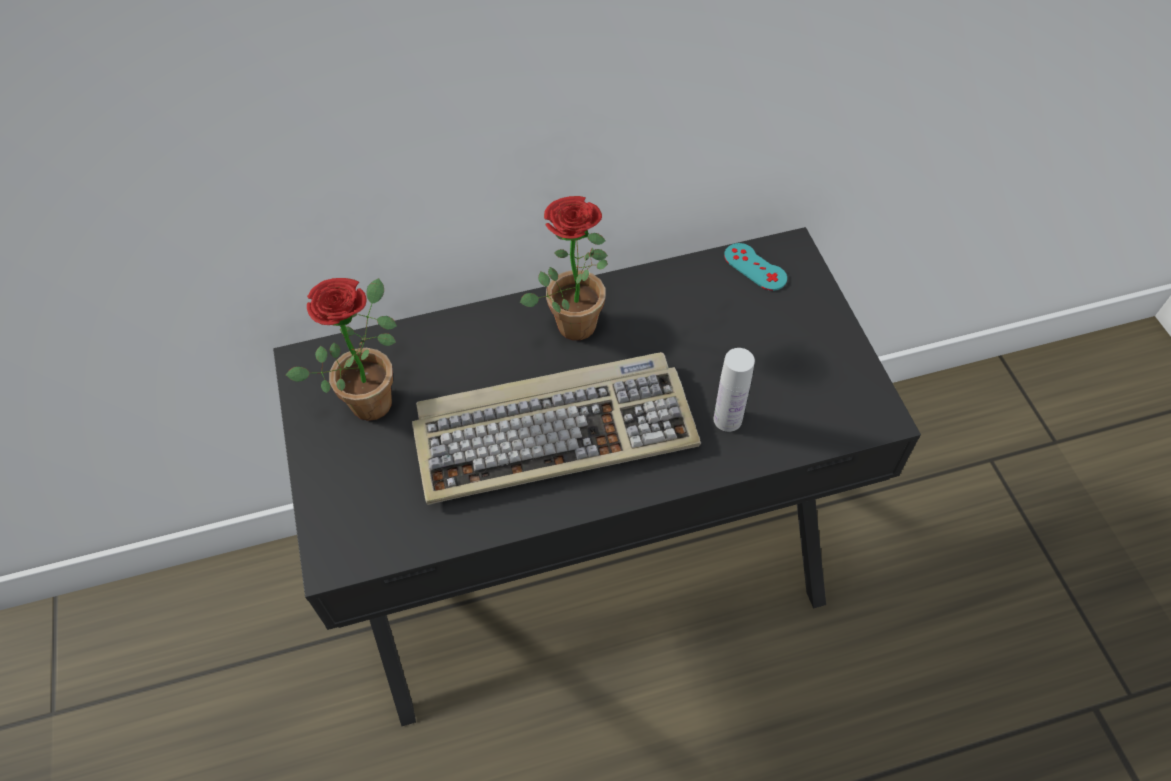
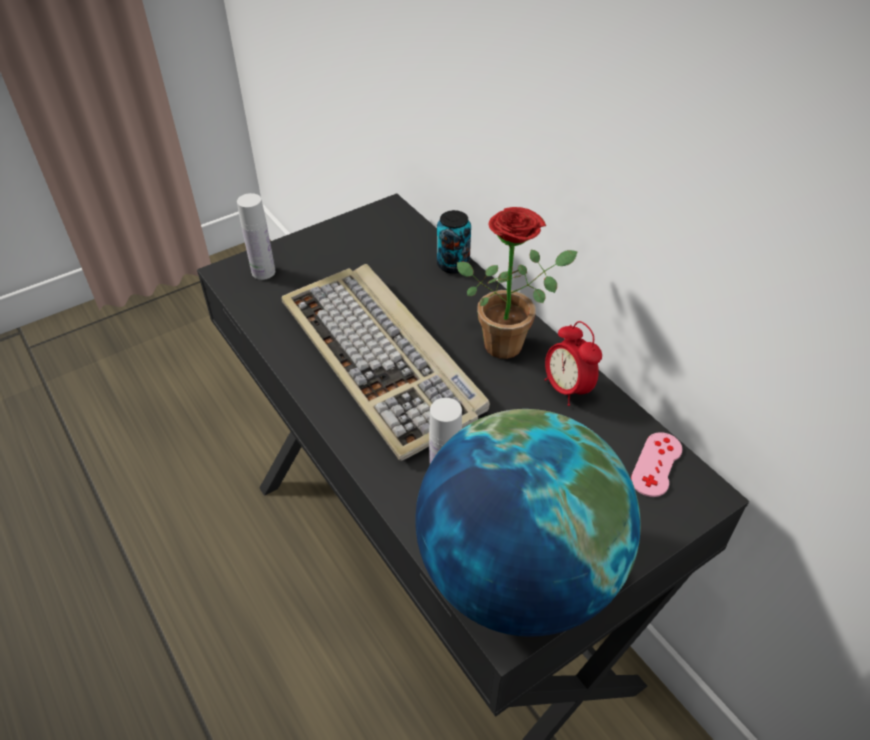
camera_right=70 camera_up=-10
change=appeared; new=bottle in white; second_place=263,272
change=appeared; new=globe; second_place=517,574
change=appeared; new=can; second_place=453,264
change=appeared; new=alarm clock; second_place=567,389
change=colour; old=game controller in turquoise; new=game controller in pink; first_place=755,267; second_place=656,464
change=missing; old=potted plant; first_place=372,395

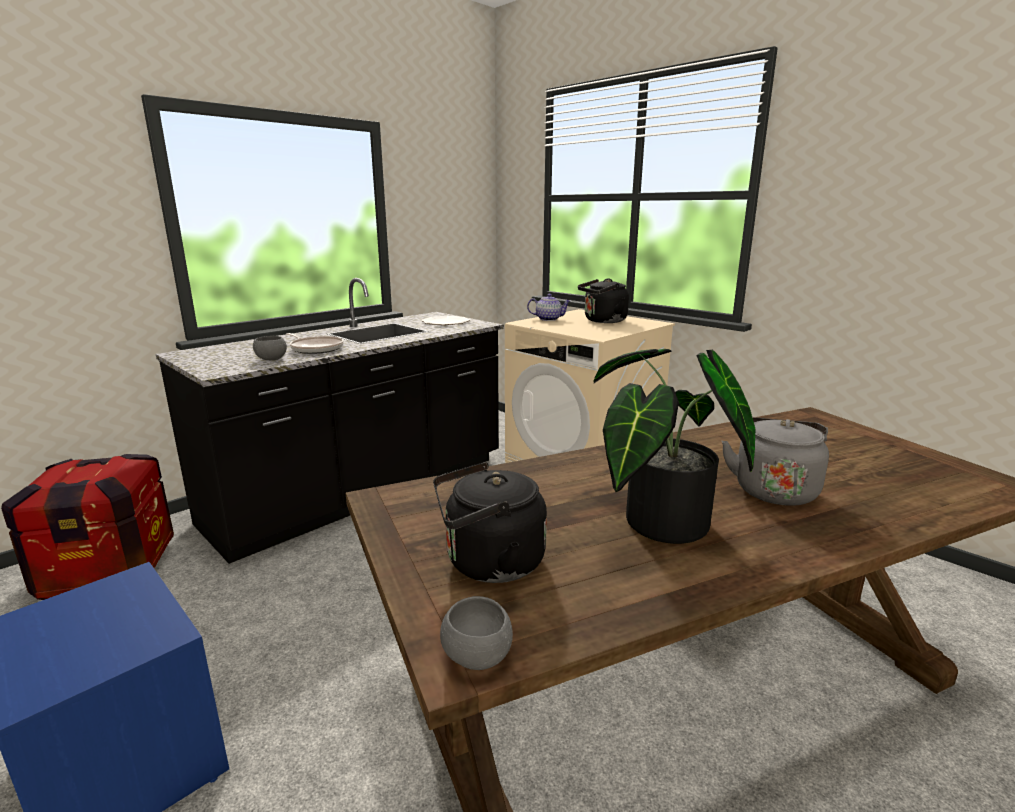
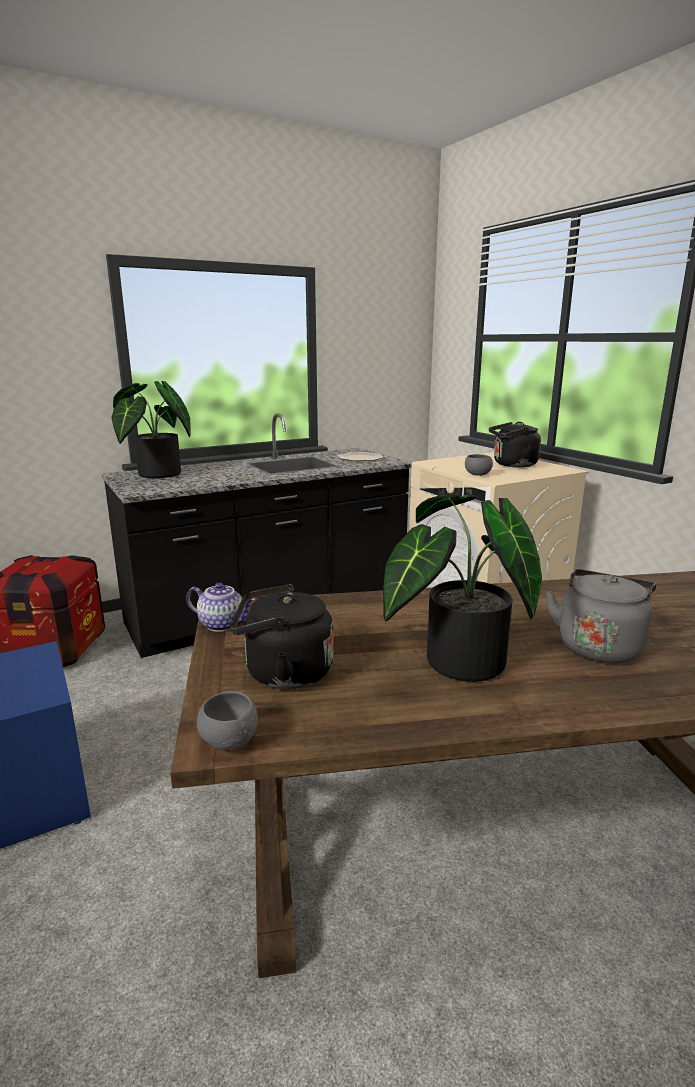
camera_right=15 camera_up=0
change=appeared; new=potted plant; second_place=154,475
change=relocated; old=teapot; first_place=548,319; second_place=223,624
change=relocated; old=bowl in grey; first_place=271,359; second_place=478,475
change=missing; old=frying pan; first_place=315,348

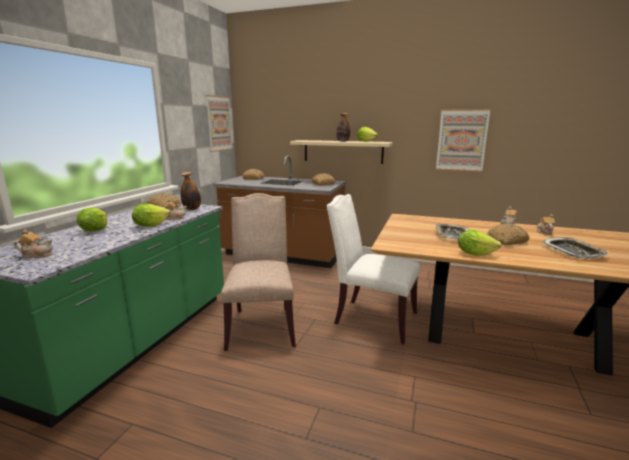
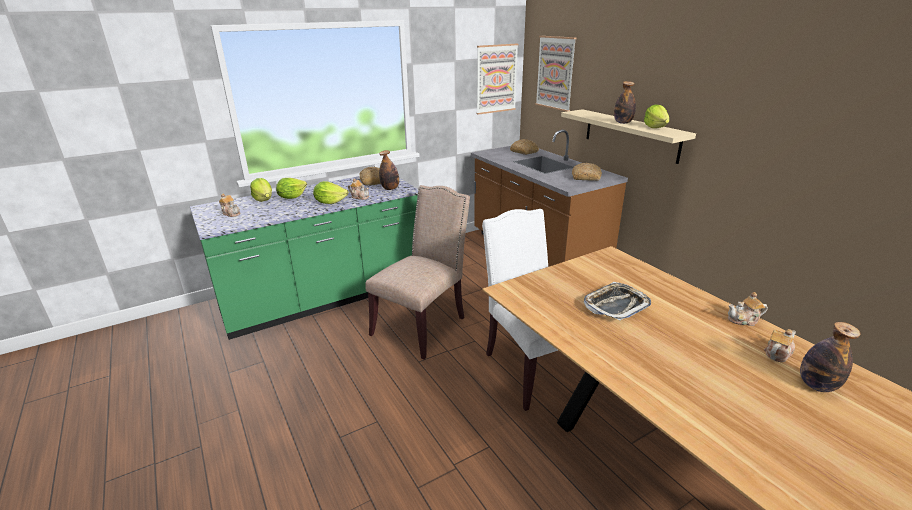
camera_right=40 camera_up=10
change=relocated; old=lettuce; first_place=475,254; second_place=264,199
change=relocated; old=picture; first_place=462,140; second_place=555,73
change=appeared; new=bottle; second_place=817,385
change=missing; old=bread; first_place=506,241
change=missing; old=tray; first_place=573,251

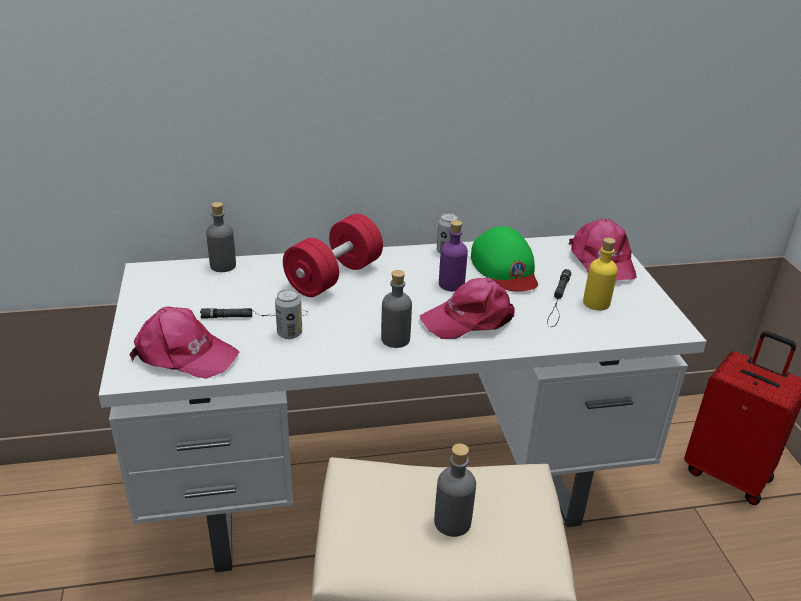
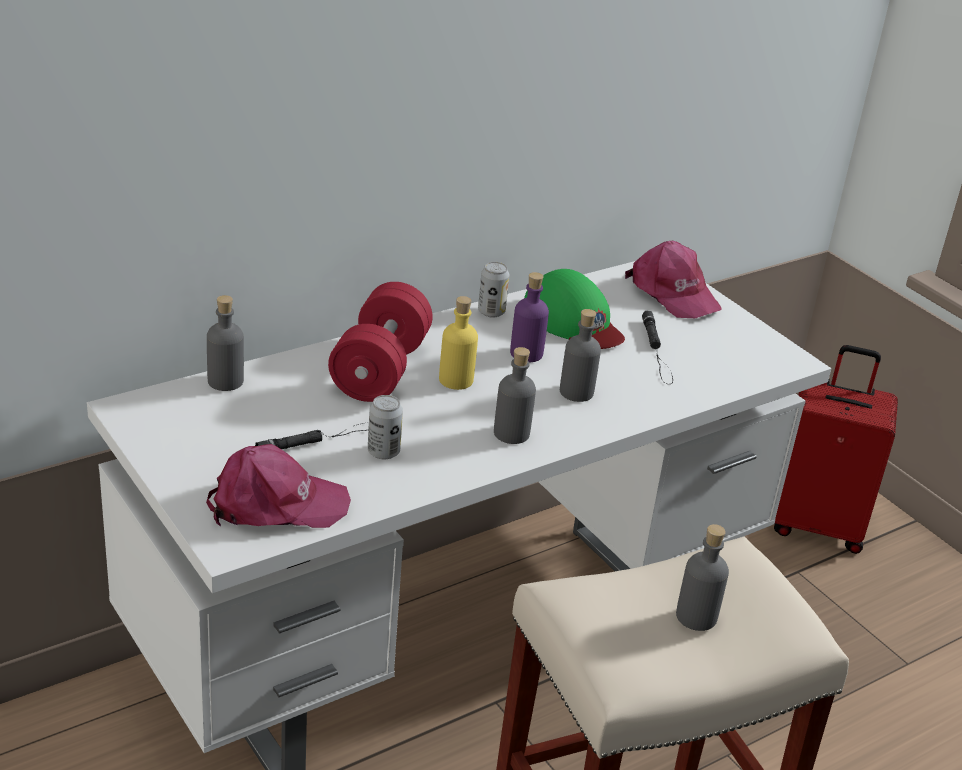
camera_right=-25 camera_up=0
change=relocated; old=bottle in yellow; first_place=596,303; second_place=456,380
change=exchanged; old=cap in pink; new=bottle in grey; first_place=470,319; second_place=576,392

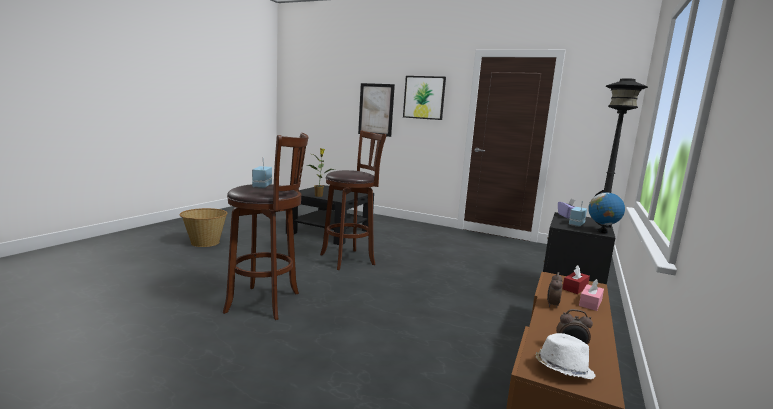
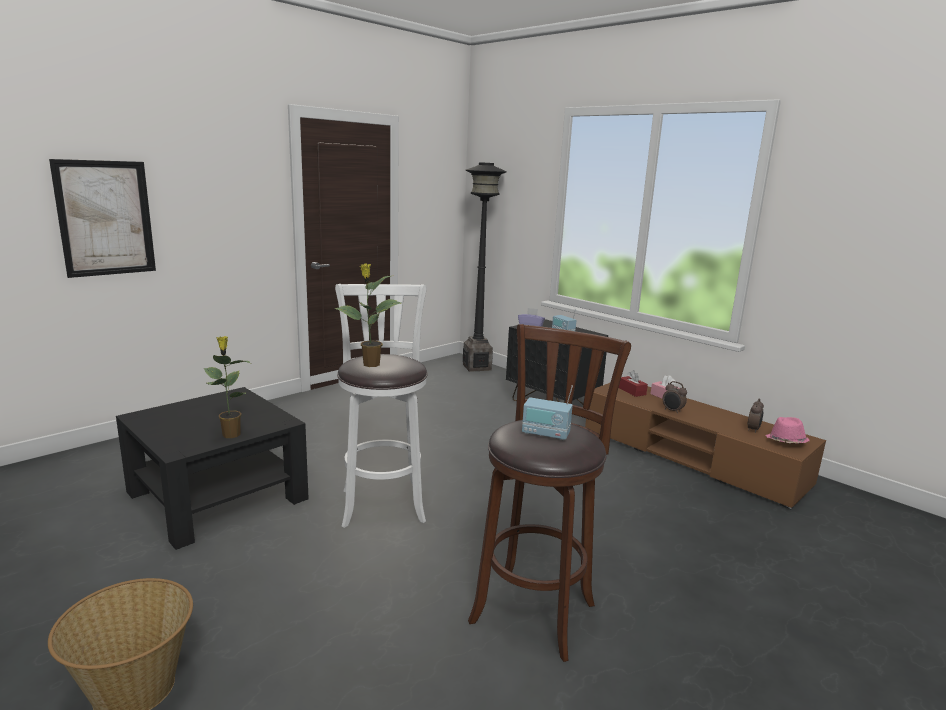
camera_right=-70 camera_up=5
change=appeared; new=potted plant; second_place=370,364
change=colour; old=stool in brown; new=stool in white; first_place=350,259; second_place=382,503
change=colour; old=hat in white; new=hat in pink; first_place=562,369; second_place=786,442
change=missing; old=picture; first_place=424,97
change=missing; old=globe; first_place=602,231

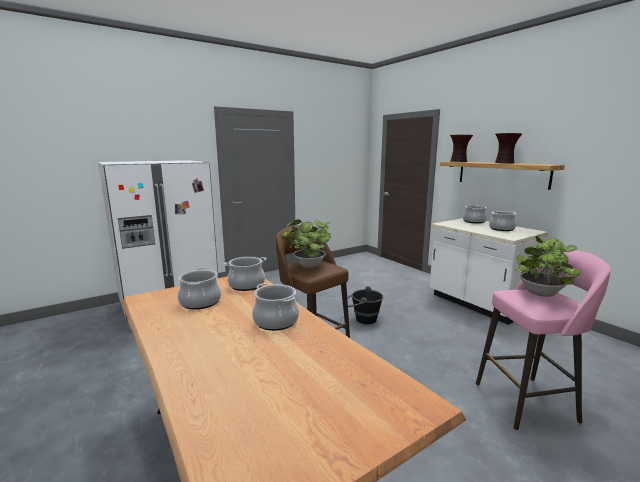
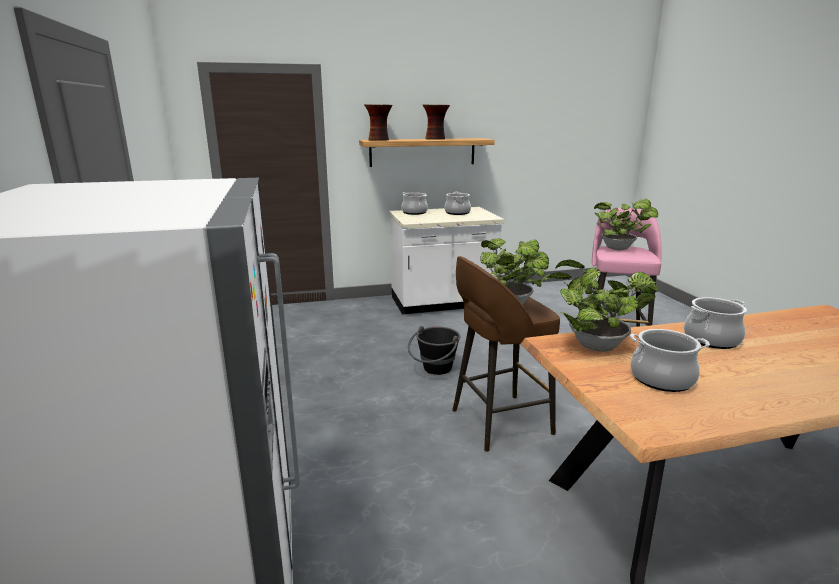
camera_right=-70 camera_up=5
change=exchanged; old=cooking pot; new=potted plant; first_place=246,285; second_place=592,346

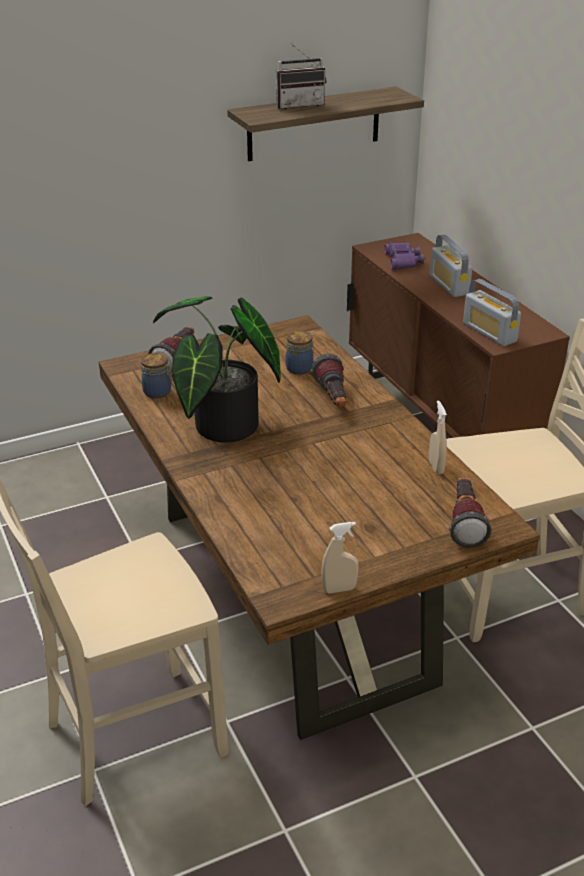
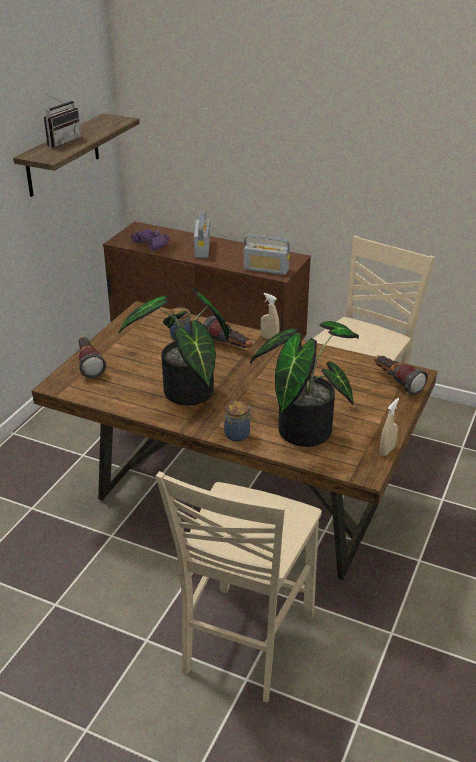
camera_right=-40 camera_up=0
change=spun; old=radio; first_place=449,285; second_place=202,249; degrees=-120
change=relocated; old=jar; first_place=158,392; second_place=238,434
change=appeared; new=potted plant; second_place=302,427
change=relocated; old=spray bottle in beige; first_place=436,467; second_place=269,338

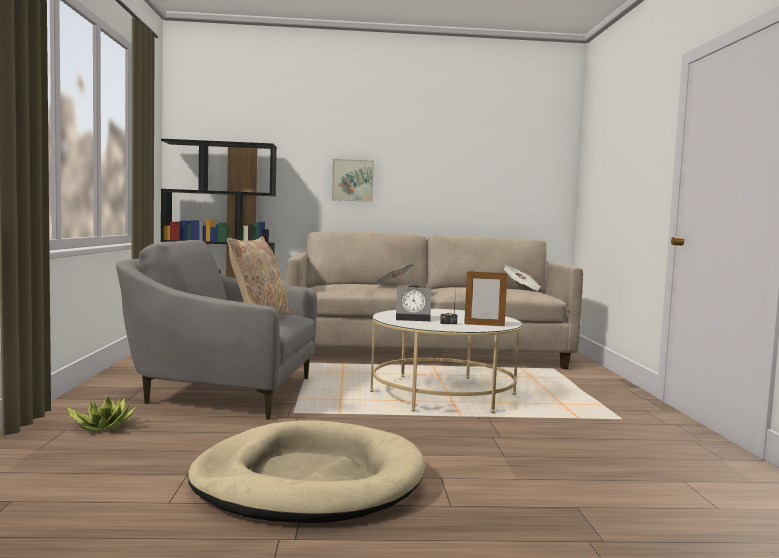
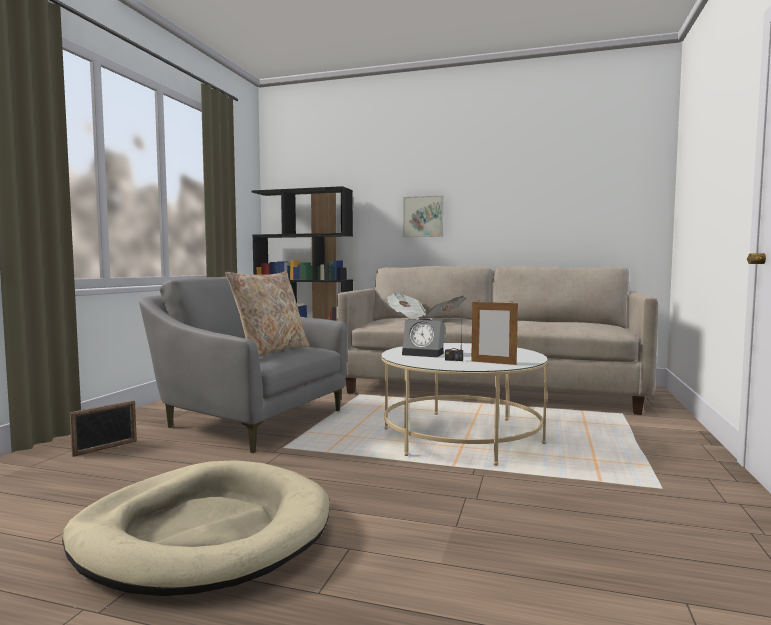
camera_right=20 camera_up=0
change=exchanged; old=potted plant; new=picture frame; first_place=102,426; second_place=105,448
change=relocated; old=newspaper; first_place=522,288; second_place=406,316

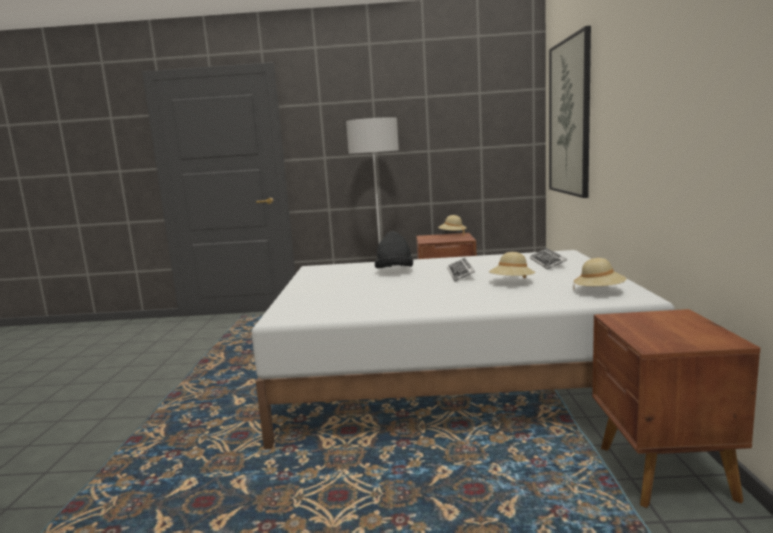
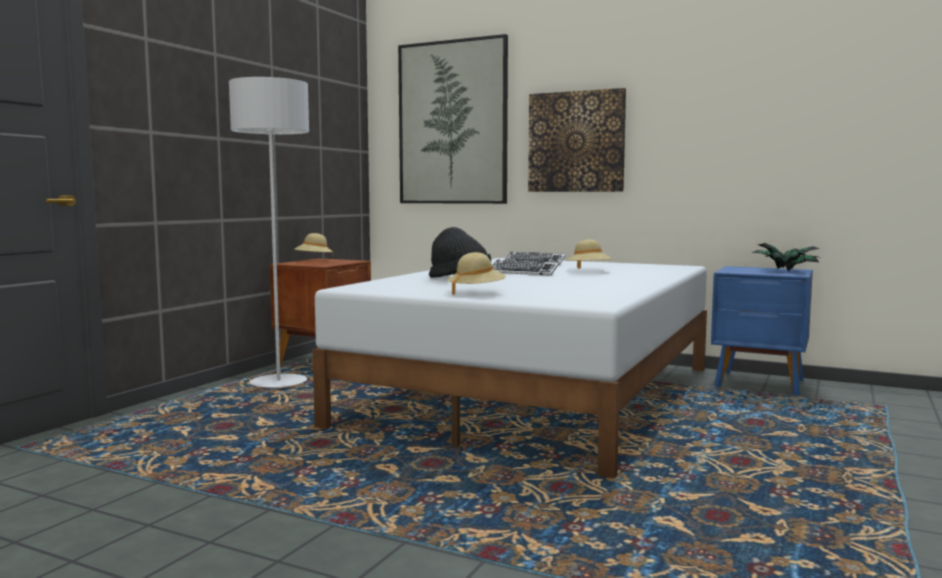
camera_right=-65 camera_up=-5
change=relocated; old=hat in beige; first_place=599,292; second_place=476,292
change=appeared; new=picture; second_place=576,142
change=colour; old=nightstand in brown; new=nightstand in blue; first_place=663,473; second_place=760,383
change=appeared; new=potted plant; second_place=785,270

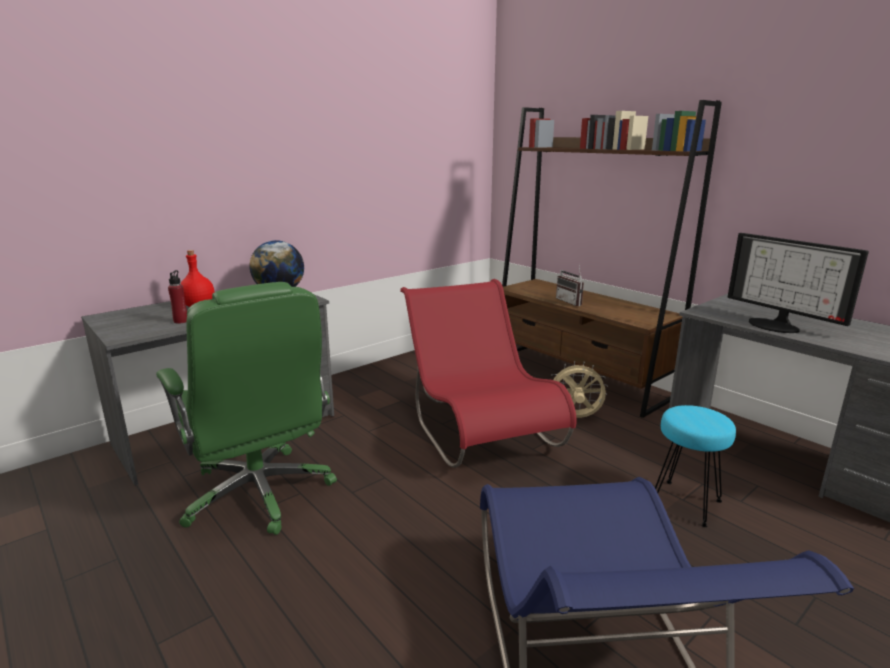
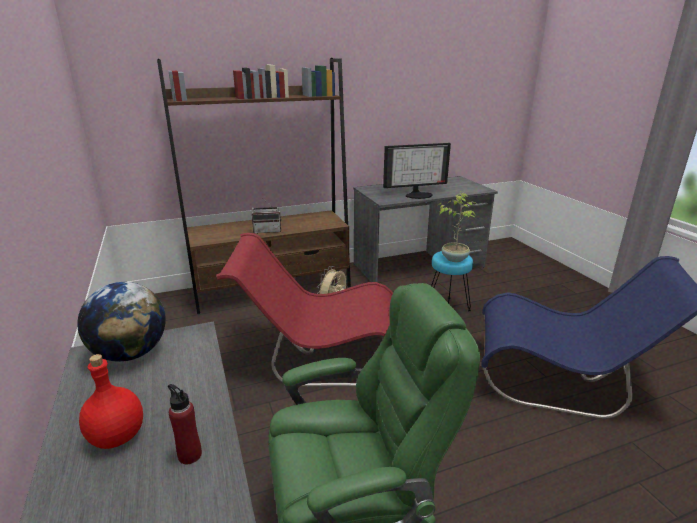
camera_right=-70 camera_up=5
change=appeared; new=potted plant; second_place=454,258

